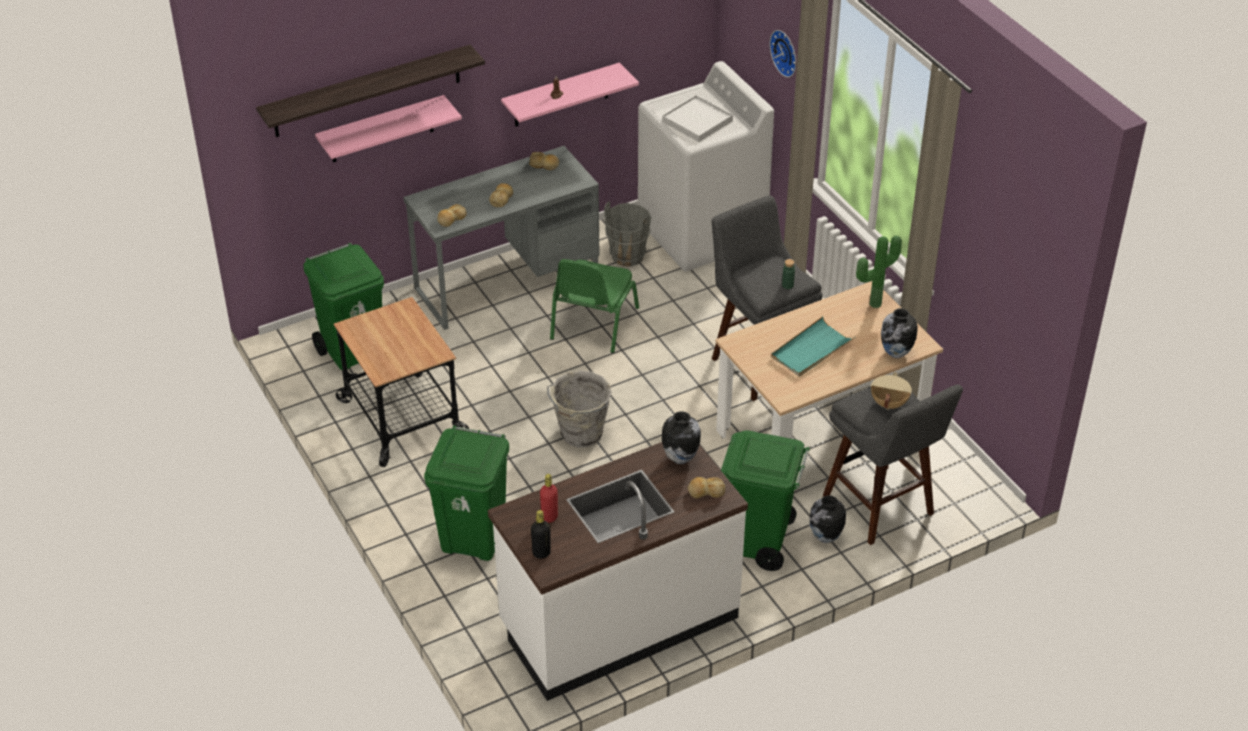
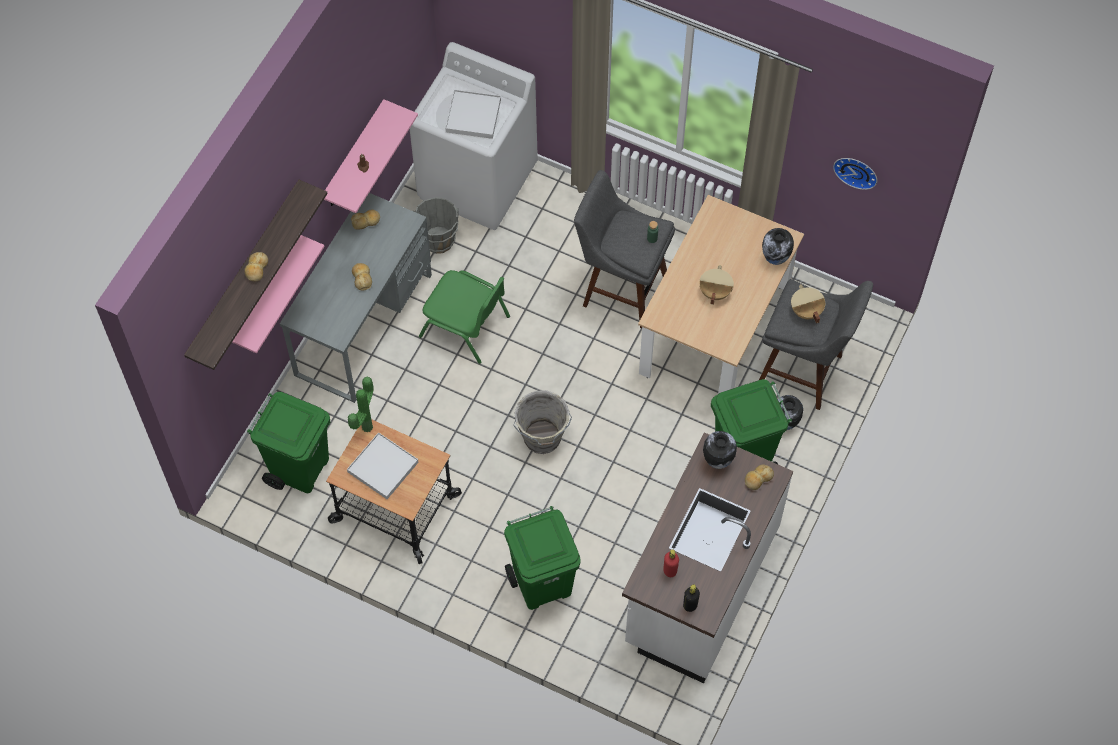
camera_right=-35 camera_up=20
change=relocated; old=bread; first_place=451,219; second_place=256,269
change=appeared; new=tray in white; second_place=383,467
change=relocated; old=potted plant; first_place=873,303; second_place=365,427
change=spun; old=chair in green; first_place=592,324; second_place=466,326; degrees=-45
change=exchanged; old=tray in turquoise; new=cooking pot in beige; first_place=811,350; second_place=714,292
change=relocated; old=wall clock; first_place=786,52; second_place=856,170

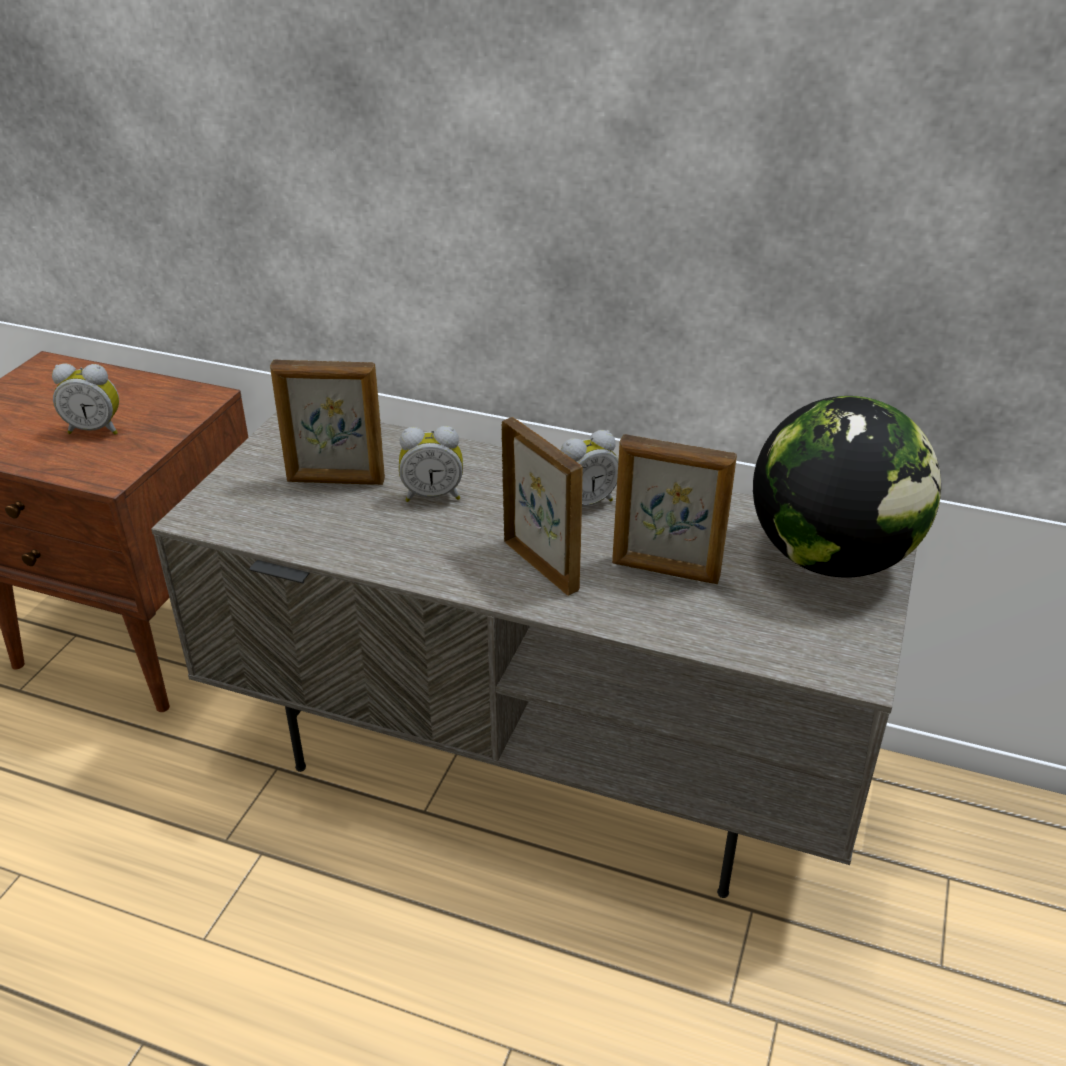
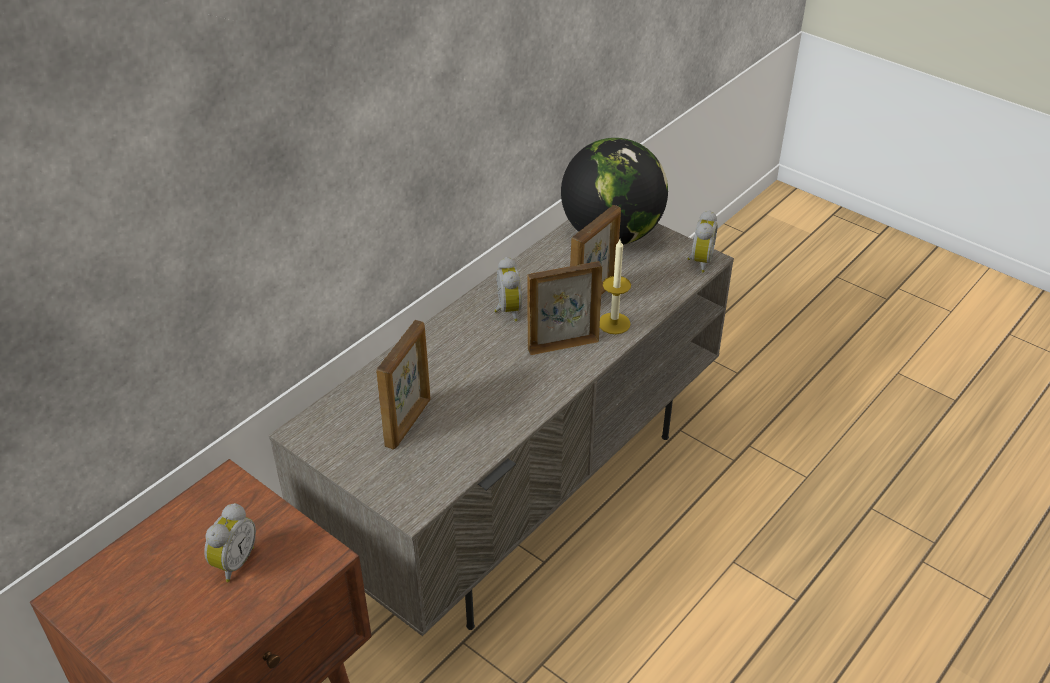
camera_right=-70 camera_up=5
change=appeared; new=candle; second_place=614,323
change=relocated; old=alarm clock; first_place=433,495; second_place=699,261

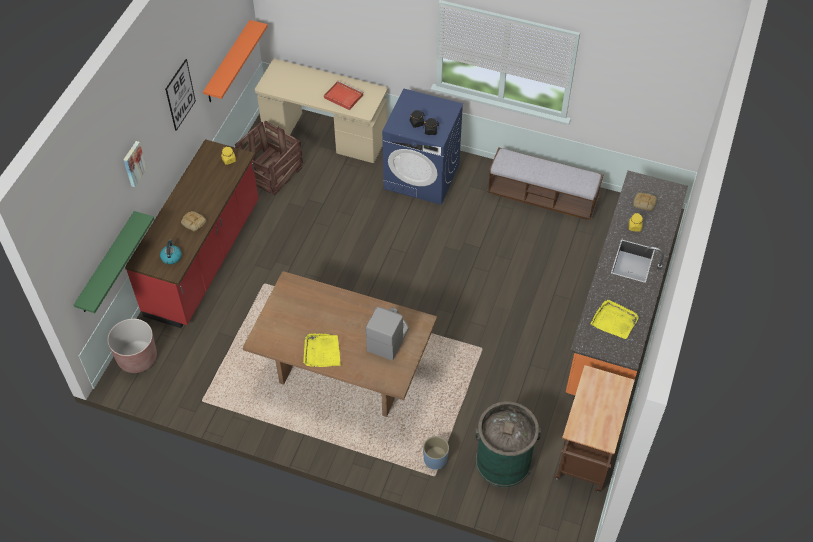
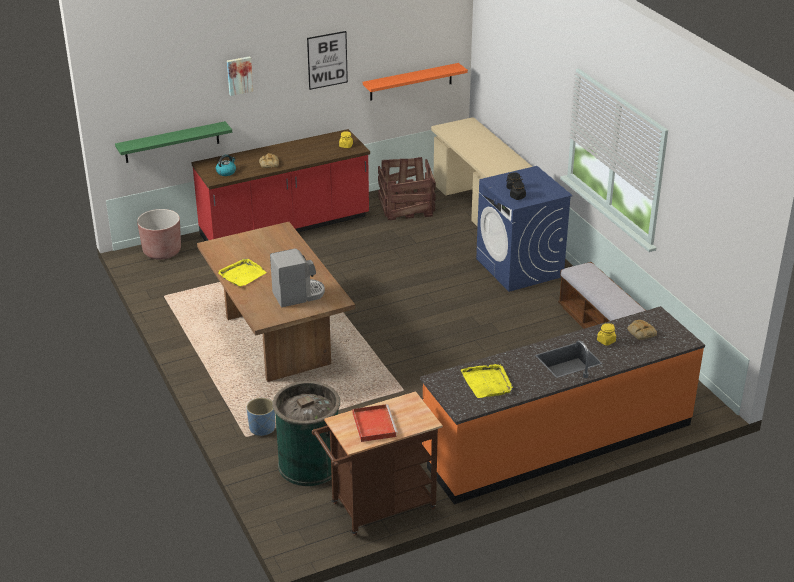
camera_right=45 camera_up=-20
change=relocated; old=tray in red; first_place=342,96; second_place=373,424

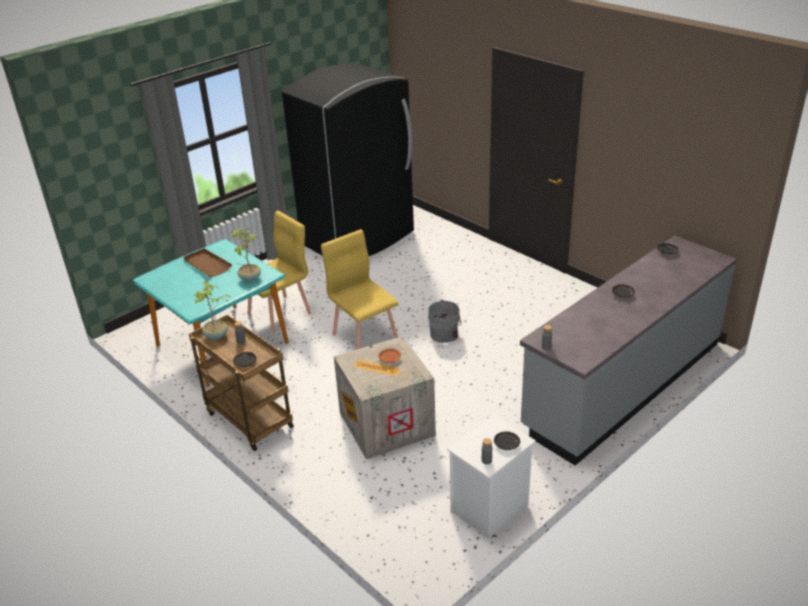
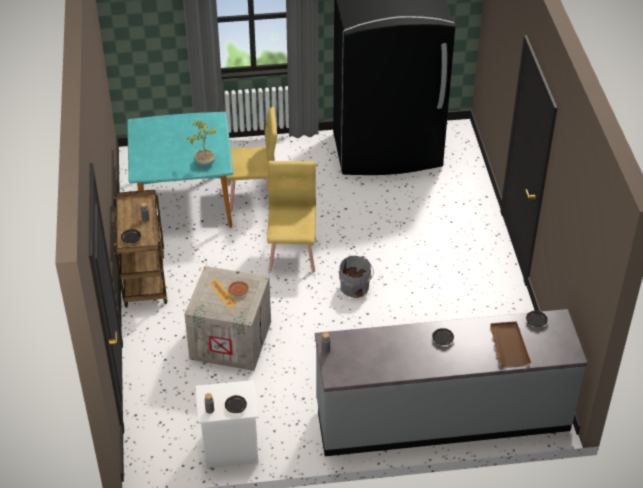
camera_right=35 camera_up=10
change=relocated; old=tray in brown; first_place=207,264; second_place=508,345
change=missing; old=potted plant; first_place=216,336

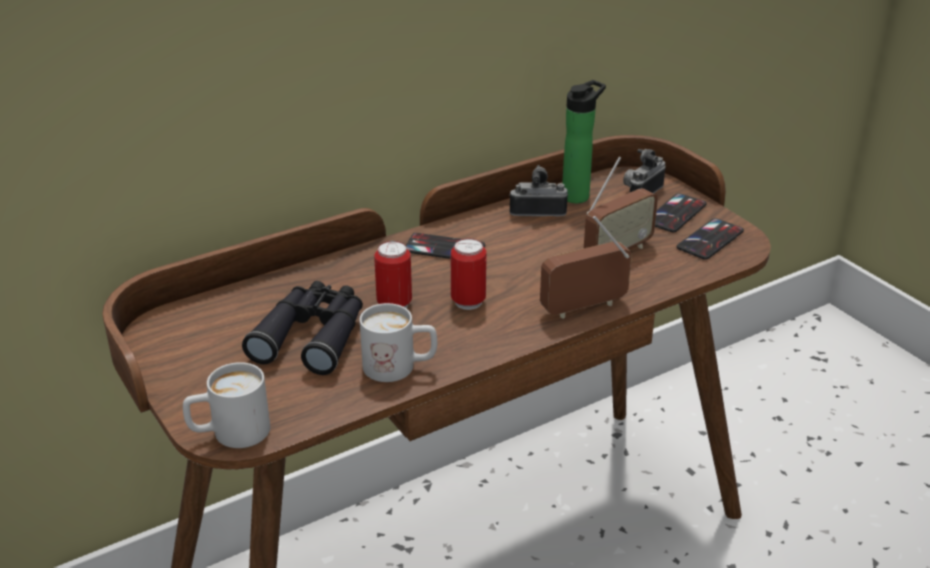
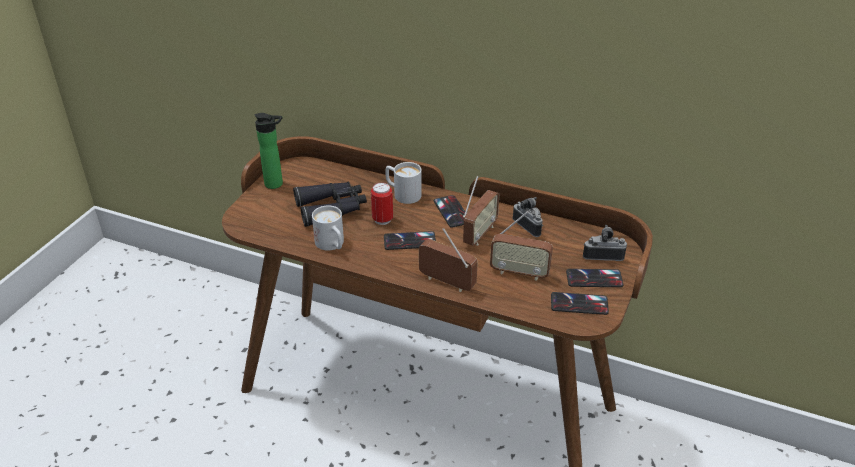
camera_right=55 camera_up=5
change=relocated; old=bottle; first_place=578,195; second_place=276,184
change=exchanged; old=can; new=phone; first_place=468,302; second_place=409,241
change=relocated; old=mug in white; first_place=229,433; second_place=402,194
change=appeared; new=radio; second_place=479,234

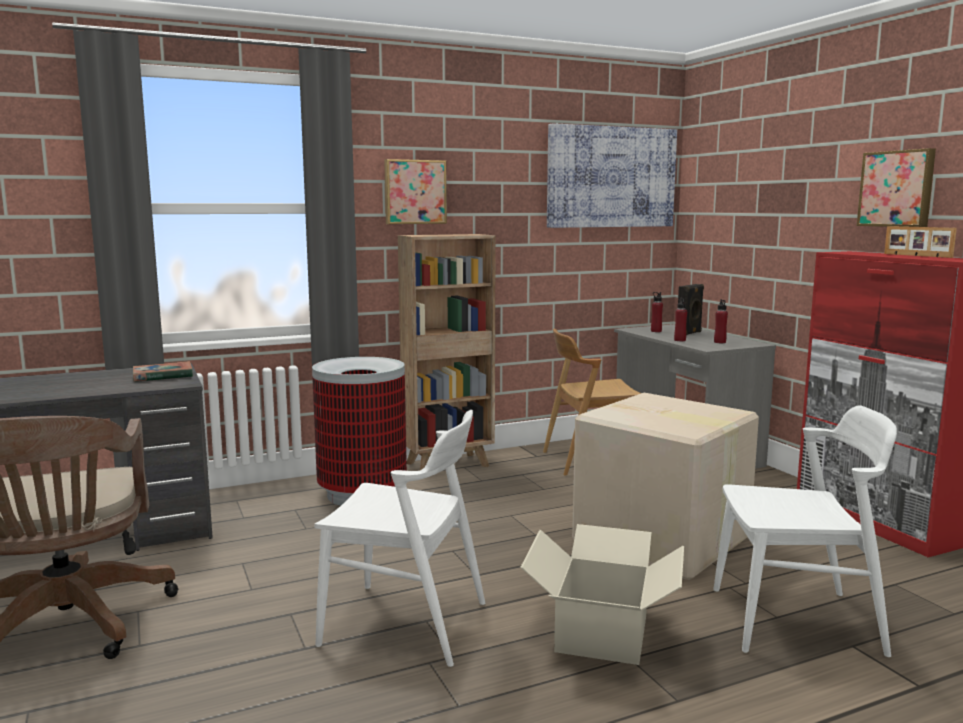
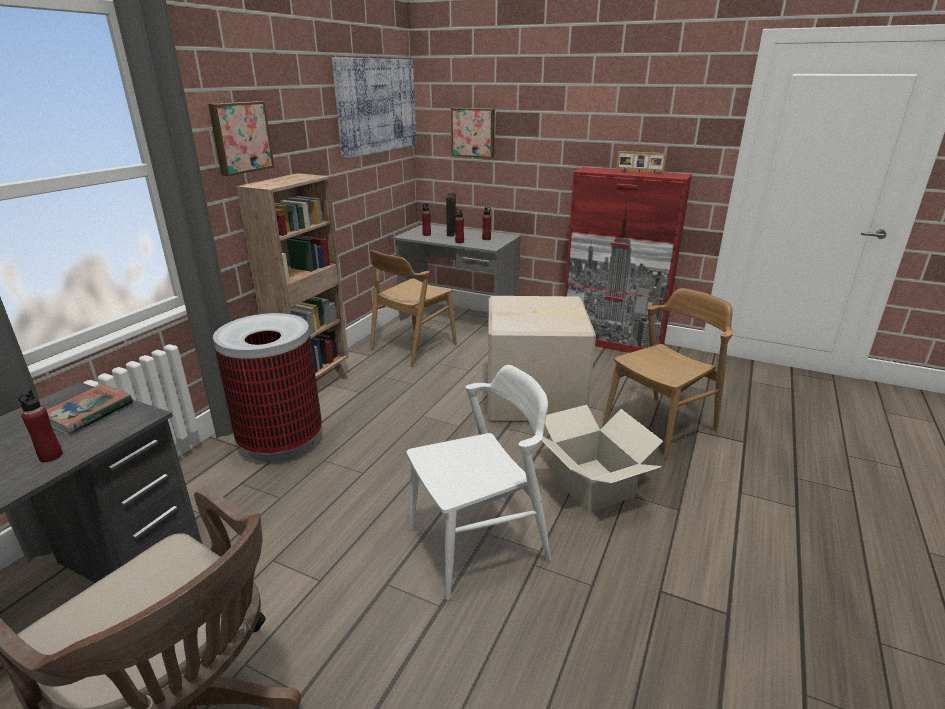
camera_right=-40 camera_up=15
change=appeared; new=bottle in red; second_place=51,456
change=relocated; old=picture; first_place=897,189; second_place=473,132
change=colour; old=chair in white; new=chair in brown; first_place=796,621; second_place=660,427

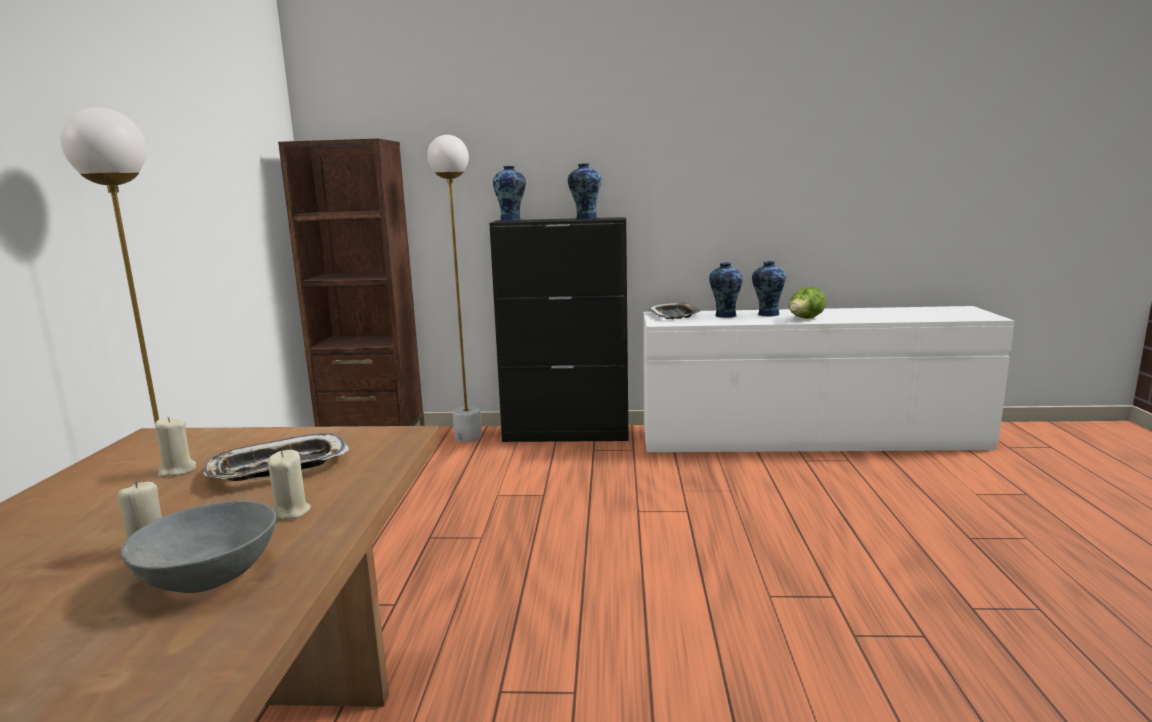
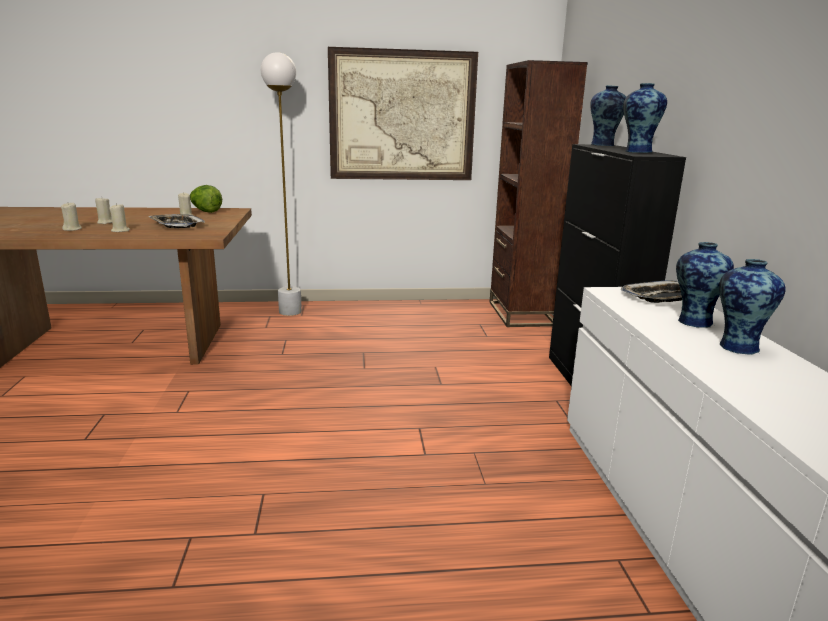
camera_right=80 camera_up=5
change=exchanged; old=bowl in grey; new=candle in beige; first_place=211,575; second_place=72,229
change=relocated; old=lettuce; first_place=805,319; second_place=206,211
change=appeared; new=picture; second_place=402,116
change=missing; old=floor lamp in white; first_place=468,437

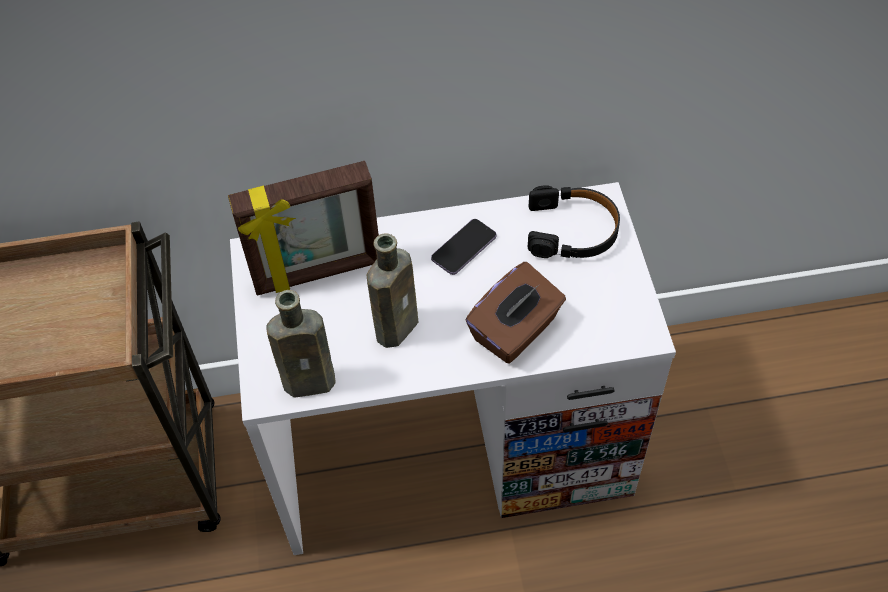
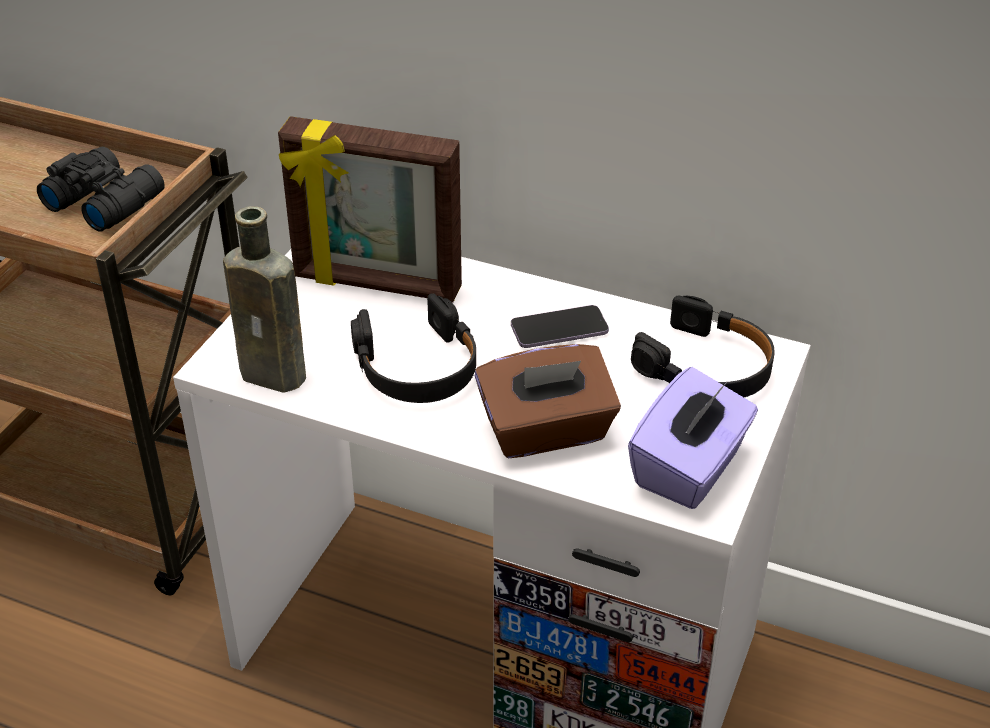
camera_right=30 camera_up=-15
change=appeared; new=binoculars in black; second_place=104,201
change=exchanged; old=bottle in brown; new=headphones in black; first_place=398,325; second_place=417,367
change=appeared; new=tissue box in purple; second_place=689,468

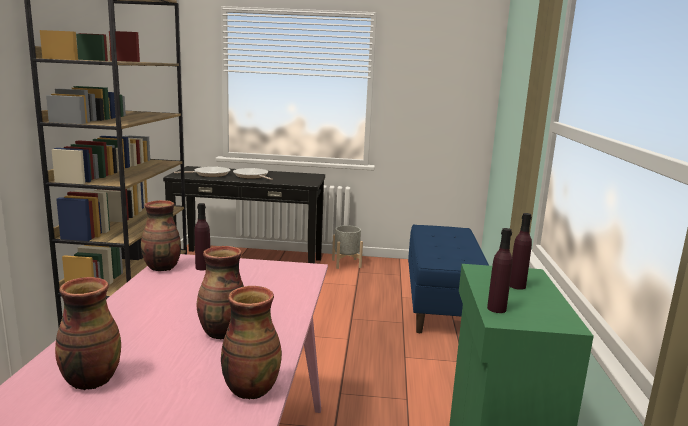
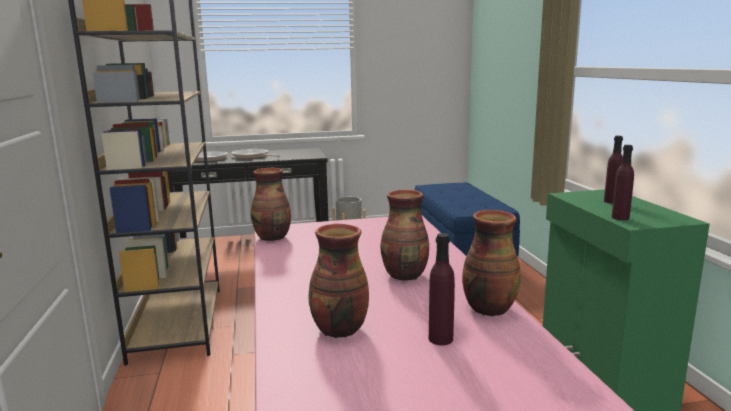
camera_right=-15 camera_up=0
change=relocated; old=bottle in purple; first_place=203,267; second_place=440,339

